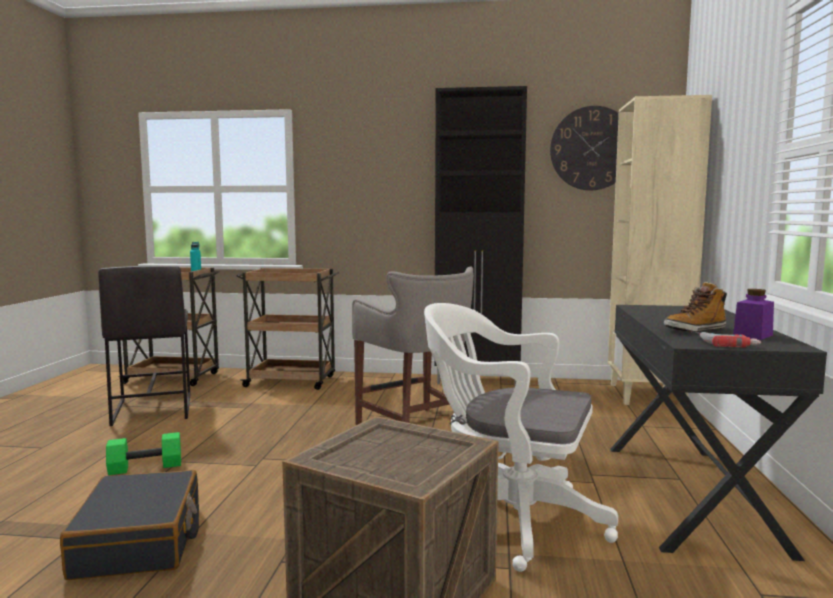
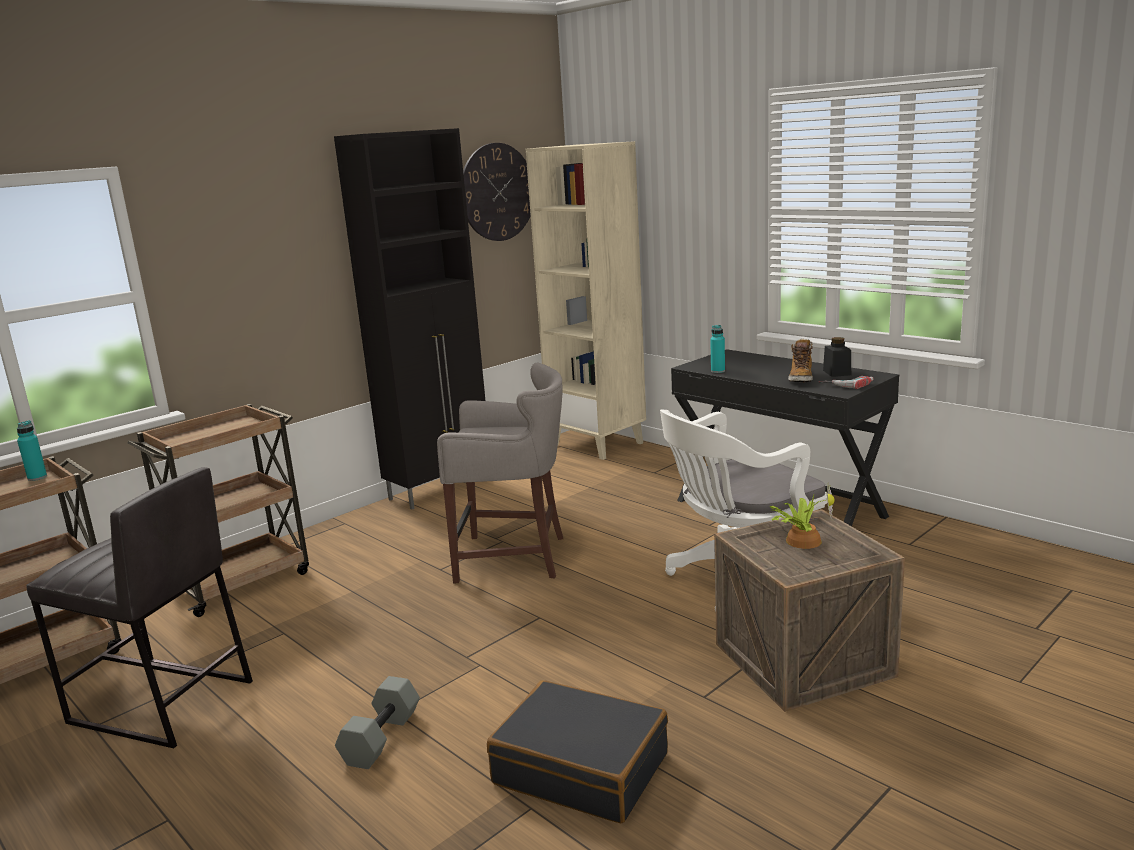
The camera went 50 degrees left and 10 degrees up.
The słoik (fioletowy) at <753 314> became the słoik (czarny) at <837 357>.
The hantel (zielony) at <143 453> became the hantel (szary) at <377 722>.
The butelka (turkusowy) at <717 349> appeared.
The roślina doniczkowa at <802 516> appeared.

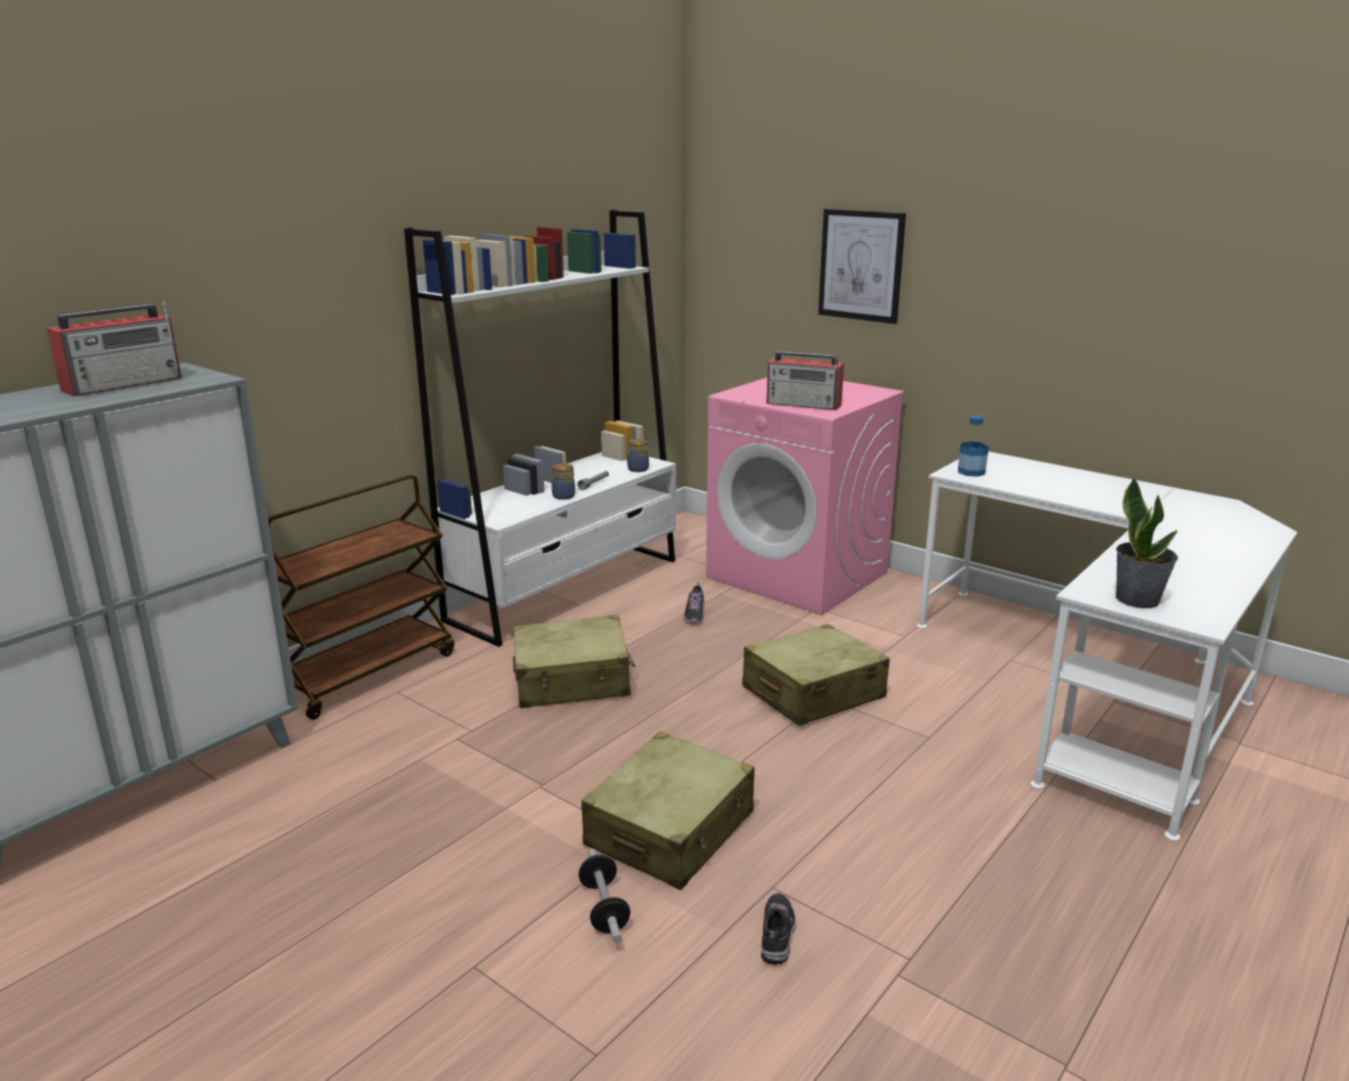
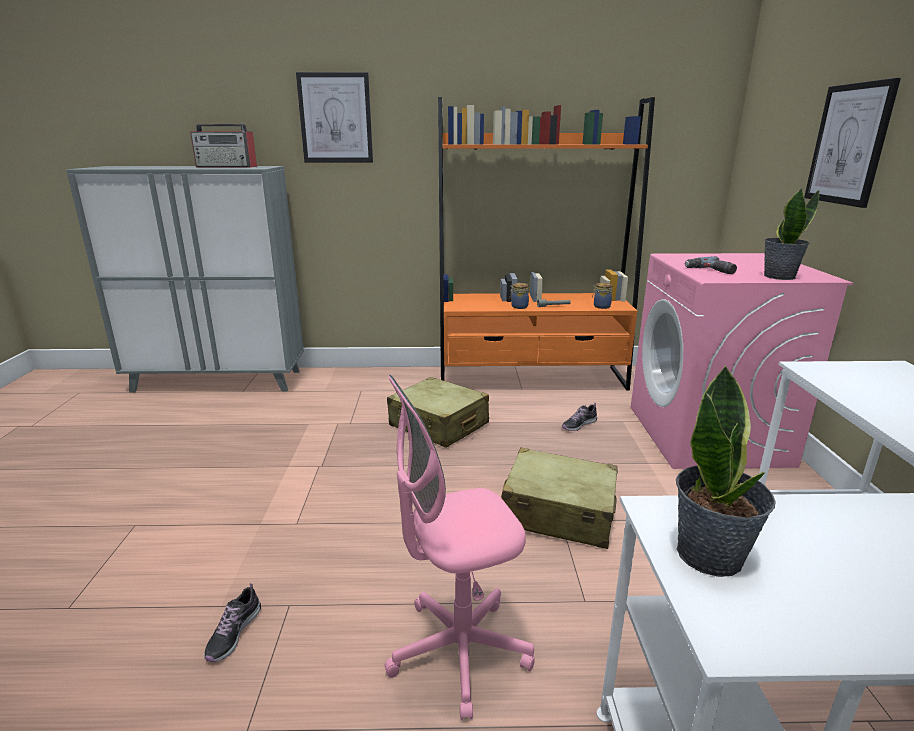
The camera went 50 degrees right and 0 degrees up.
The regał (biały) at <540 428> became the regał (pomarańczowy) at <546 244>.
The radio at <805 380> was replaced by the wiertarka at <711 265>.
The butelka at <973 446> disappeared.
The wózek (brązowy) at <361 597> disappeared.
The walizka (beżowy) at <668 811> disappeared.
The hantel at <604 895> disappeared.
The but at <778 929> turned 135 degrees clockwise.
The obraz at <334 117> appeared.
The roślina doniczkowa at <791 233> appeared.
The krzesło biurowe (różowy) at <460 547> appeared.

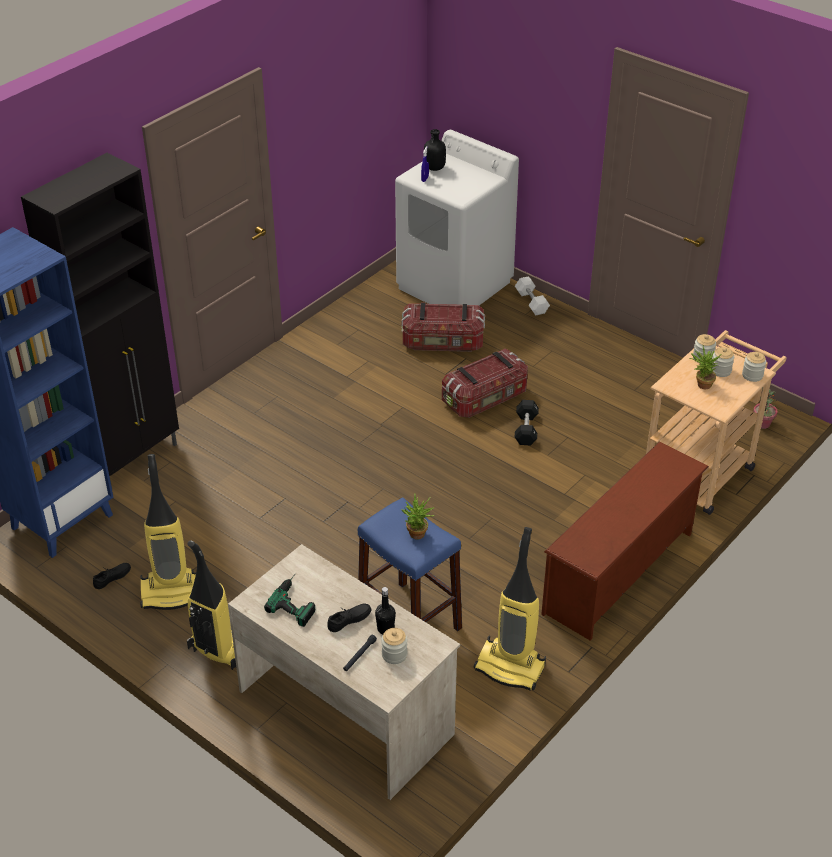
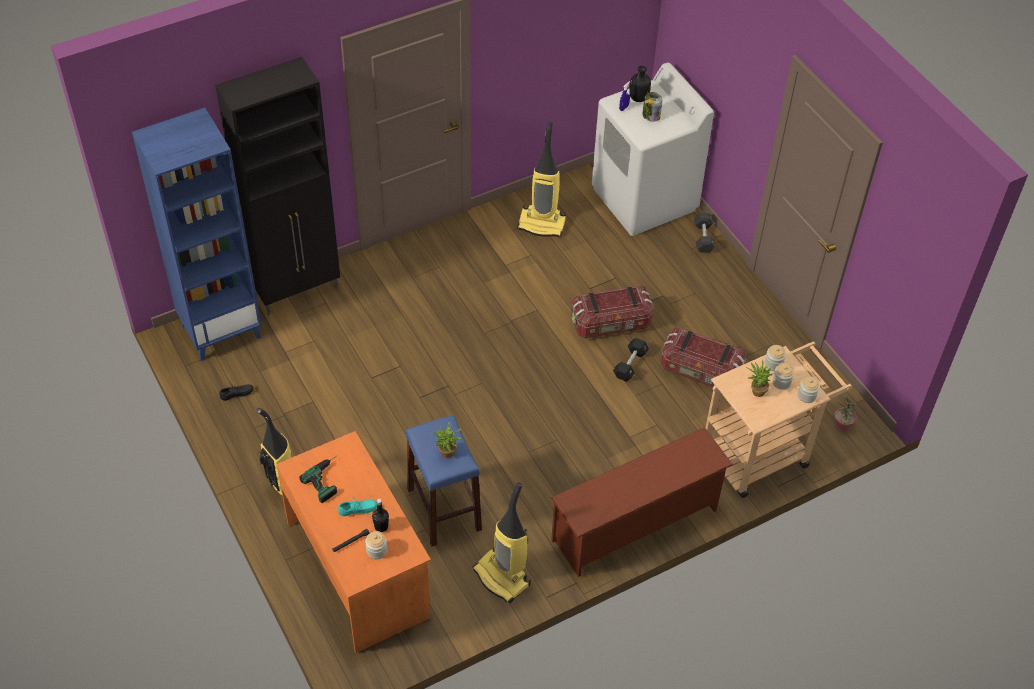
The camera went 20 degrees right and 10 degrees up.
The hantel (biały) at <532 295> became the hantel (czarny) at <704 233>.
The pojemnik do przechowywania moved from <443 327> to <703 357>.
The odkurzacz moved from <168 532> to <541 179>.
The biurko (beżowy) at <344 672> became the biurko (pomarańczowy) at <354 542>.
The but (czarny) at <349 618> became the but (turkusowy) at <357 507>.
The słoik at <652 107> appeared.

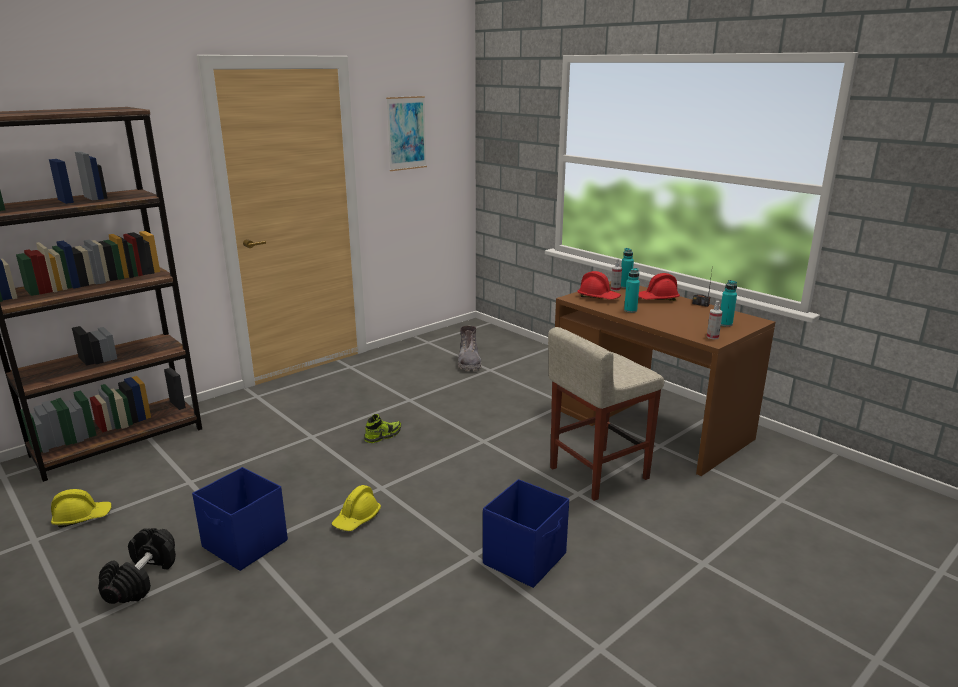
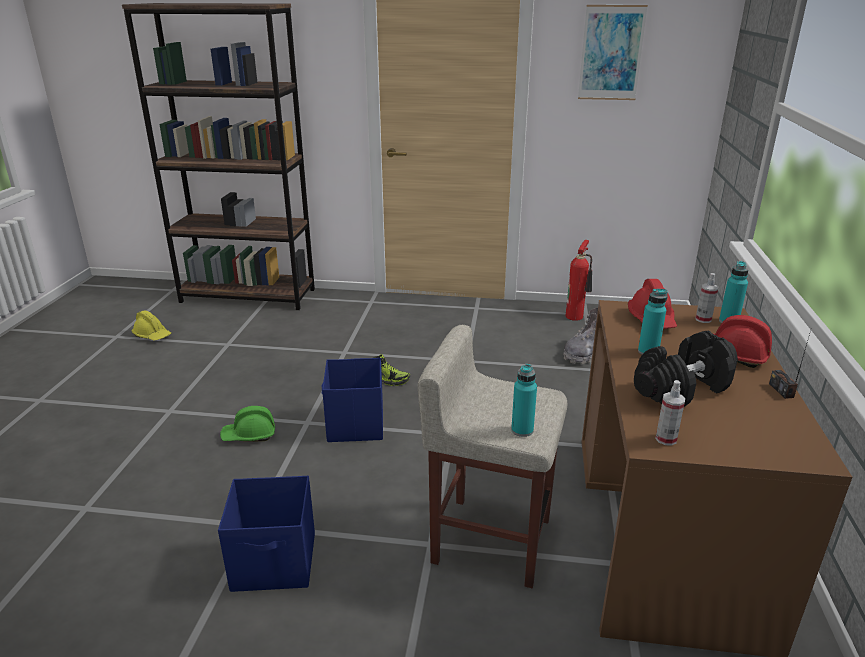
The camera went 50 degrees right and 5 degrees up.
The butelka (turkusowy) moved from <728 303> to <524 400>.
The pojemnik do przechowywania (niebieski) moved from <240 519> to <352 400>.
The kask (żółty) at <356 508> became the kask (zielony) at <247 423>.
The hantel (czarny) moved from <137 566> to <686 369>.
The gaśnica at <579 280> appeared.

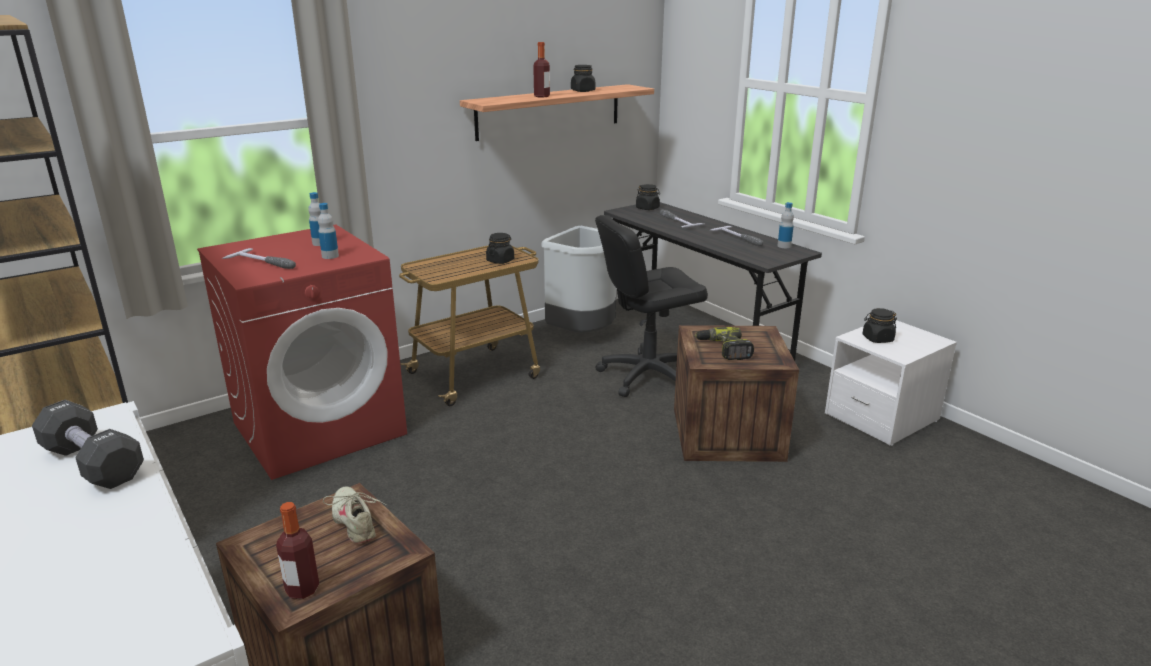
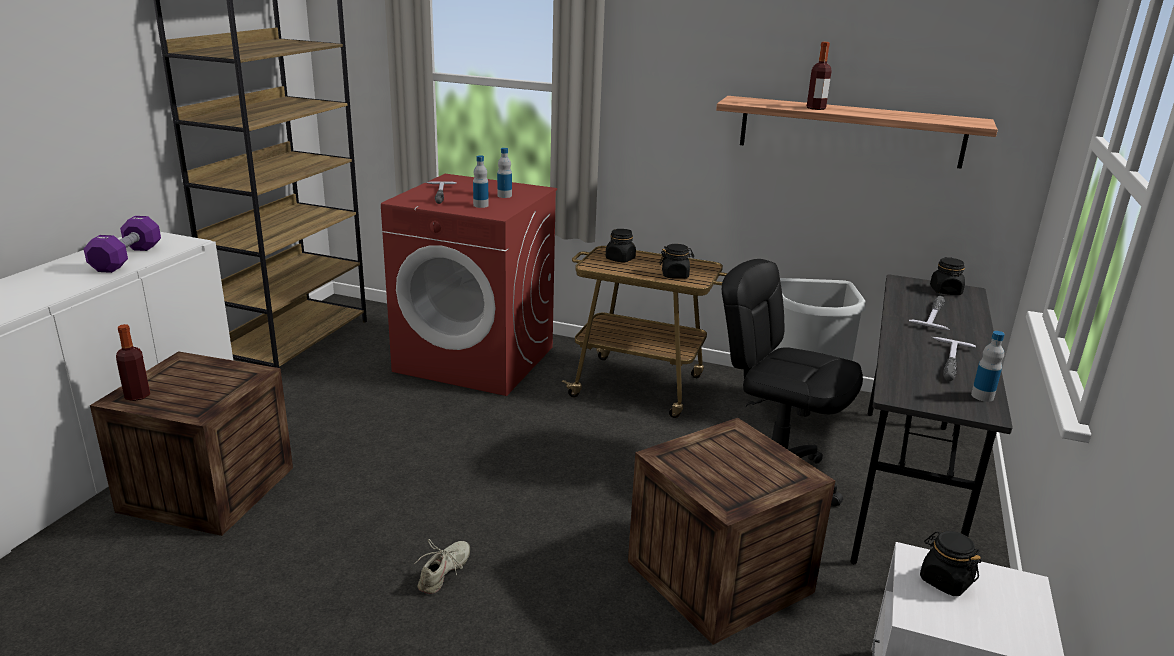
The camera went 55 degrees right and 0 degrees up.
The słoik (czarny) moved from <583 78> to <621 246>.
The wiertarka at <724 343> disappeared.
The hantel (czarny) at <88 444> became the hantel (fioletowy) at <122 244>.
The but (beżowy) moved from <354 514> to <442 566>.

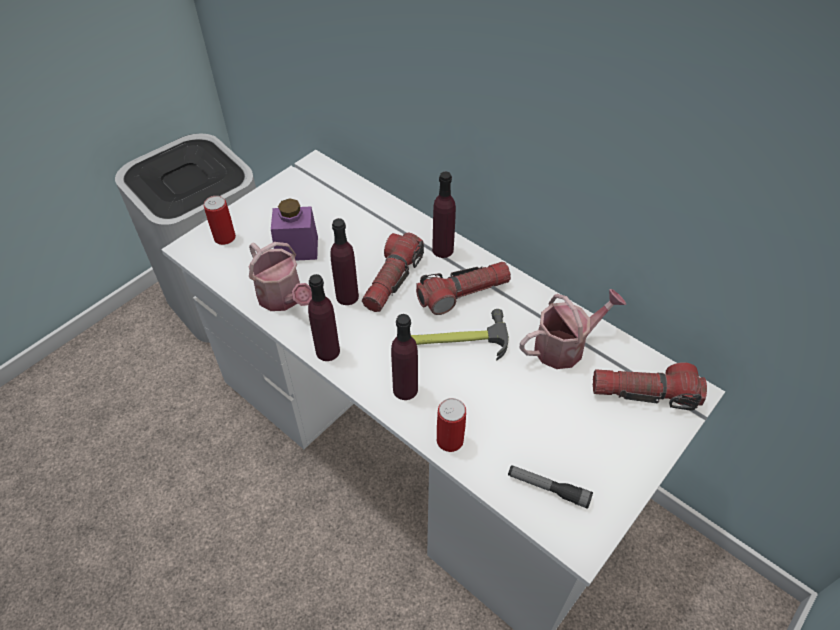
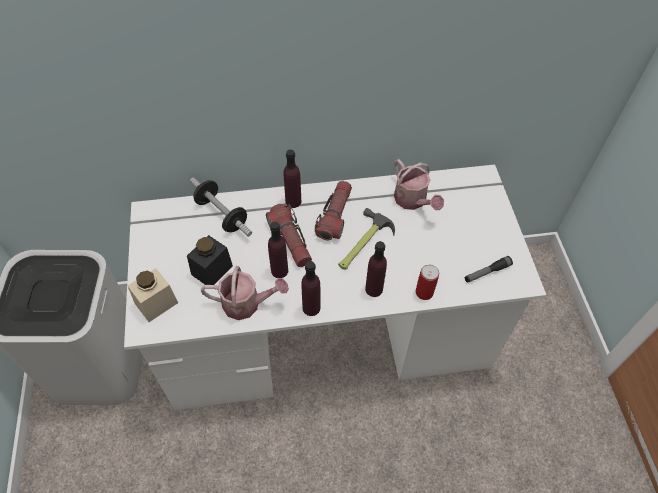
The camera went 50 degrees left and 5 degrees up.
The puszka at <220 220> was replaced by the słoik (beżowy) at <153 295>.
The słoik (fioletowy) at <294 229> became the słoik (czarny) at <210 260>.
The konewka at <573 329> turned 135 degrees clockwise.
The latarka at <650 386> disappeared.
The hantel at <221 207> appeared.

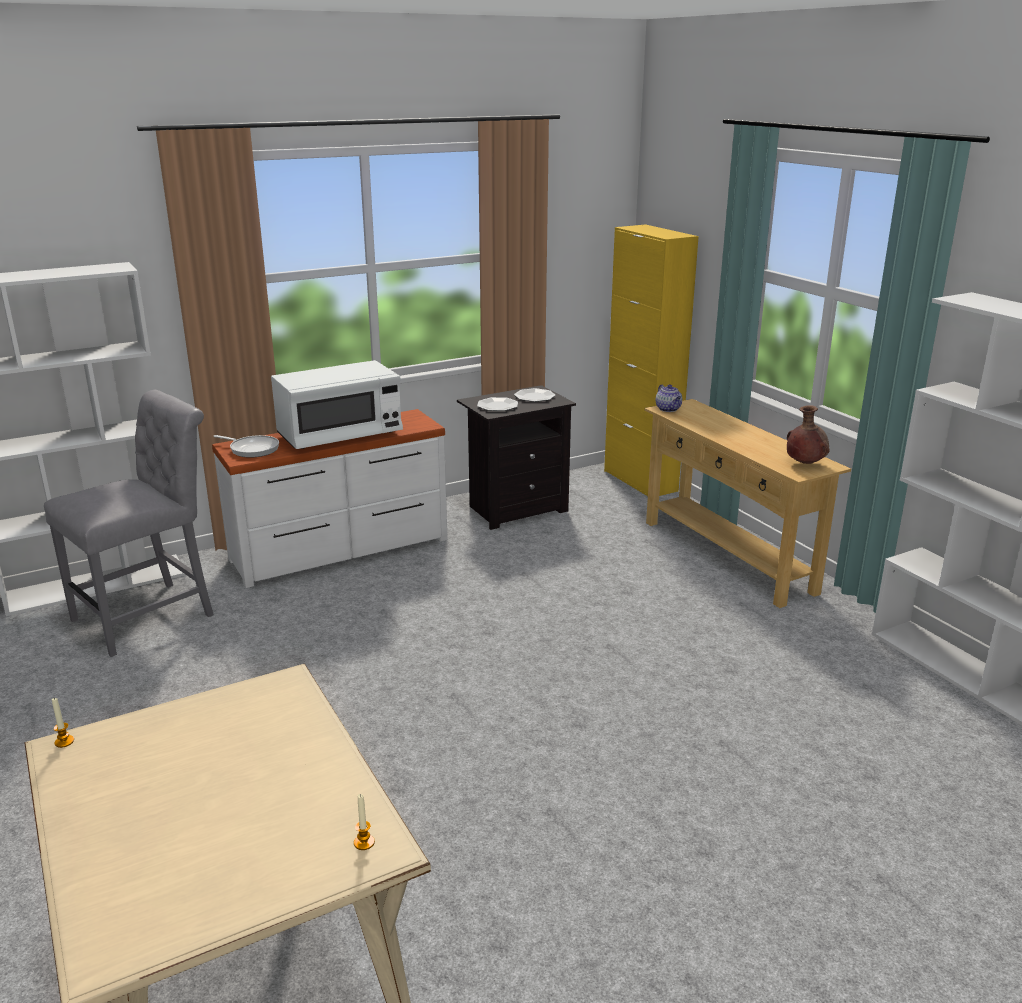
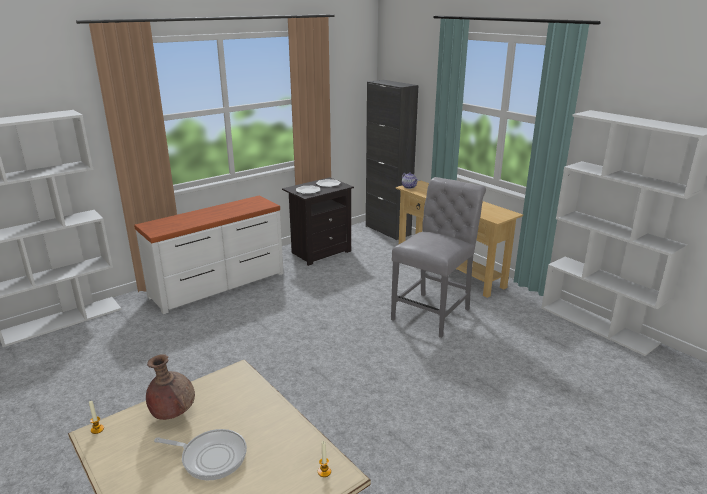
The camera went 10 degrees left and 0 degrees up.
The szafka (żółty) at <651 360> became the szafka (czarny) at <392 160>.
The mikrofalówka (biały) at <337 404> disappeared.
The krzesło (szary) moved from <129 523> to <438 257>.
The wazon (brązowy) moved from <808 434> to <170 387>.
The patelnia moved from <246 446> to <200 455>.

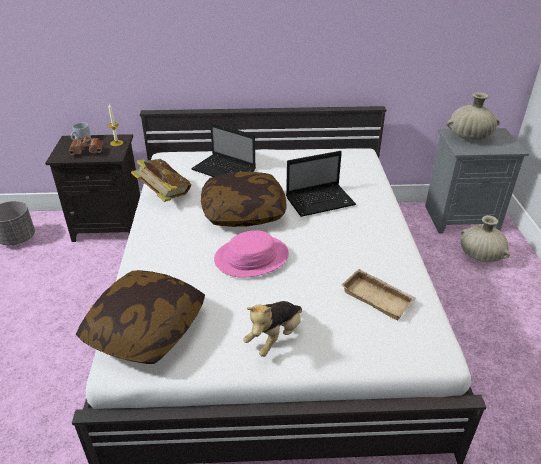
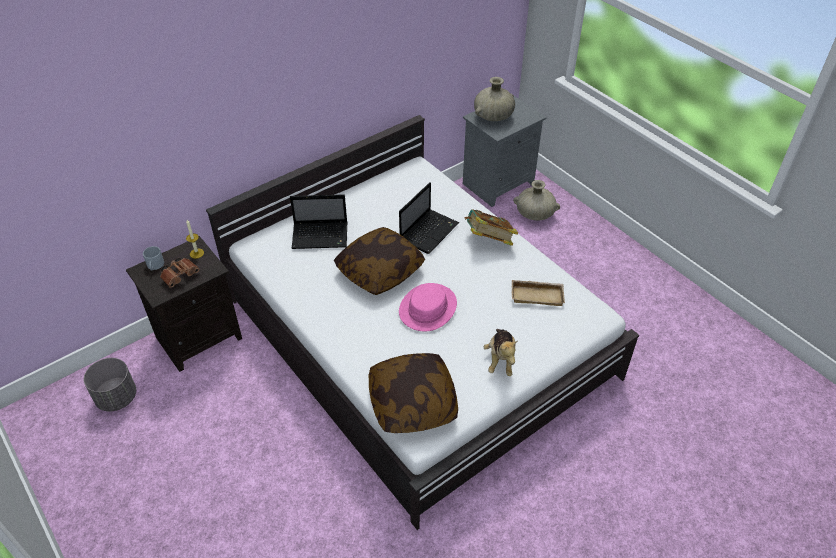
The camera went 35 degrees left and 10 degrees up.
The książka moved from <161 180> to <491 227>.

